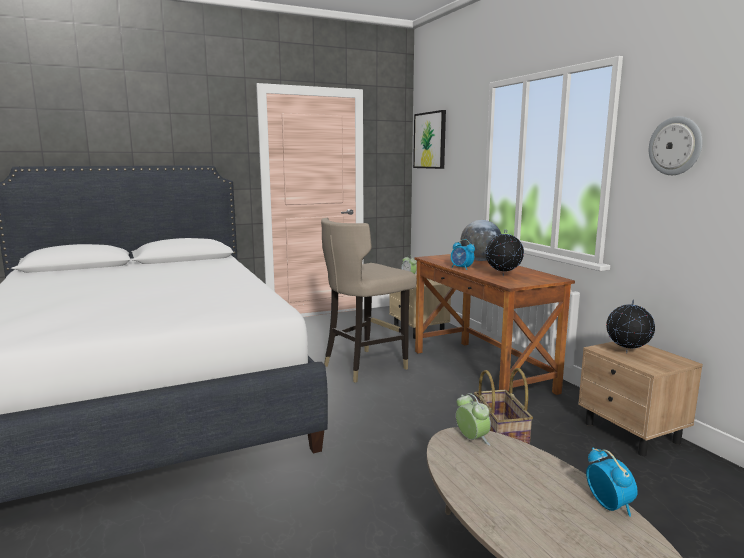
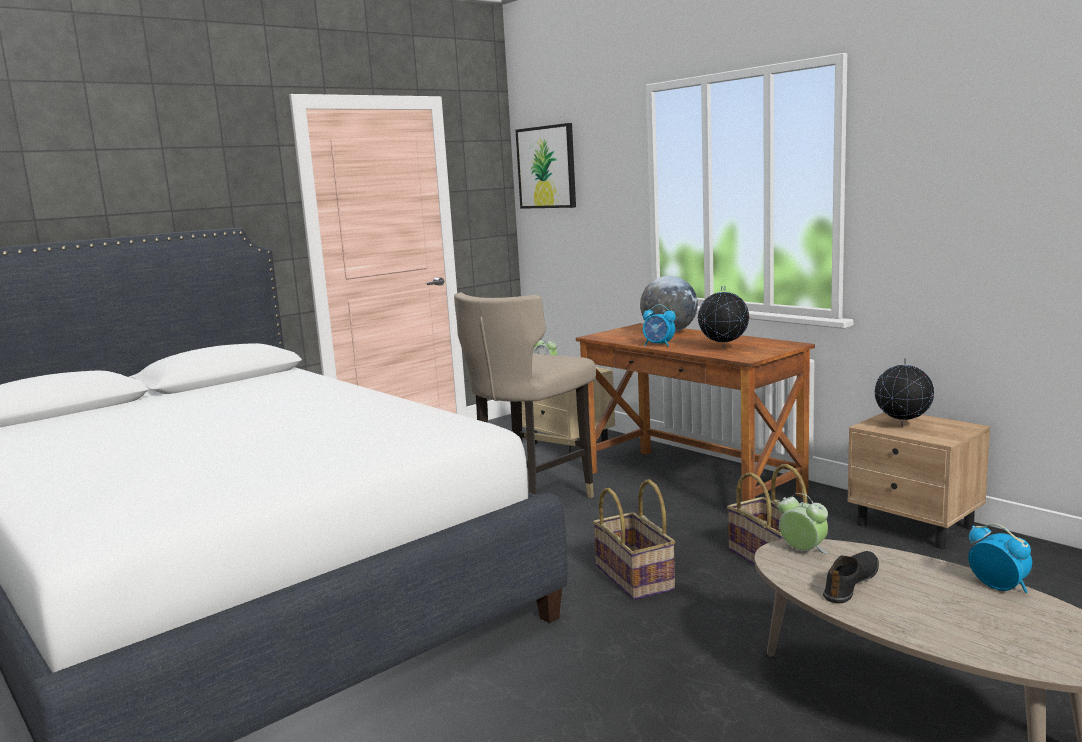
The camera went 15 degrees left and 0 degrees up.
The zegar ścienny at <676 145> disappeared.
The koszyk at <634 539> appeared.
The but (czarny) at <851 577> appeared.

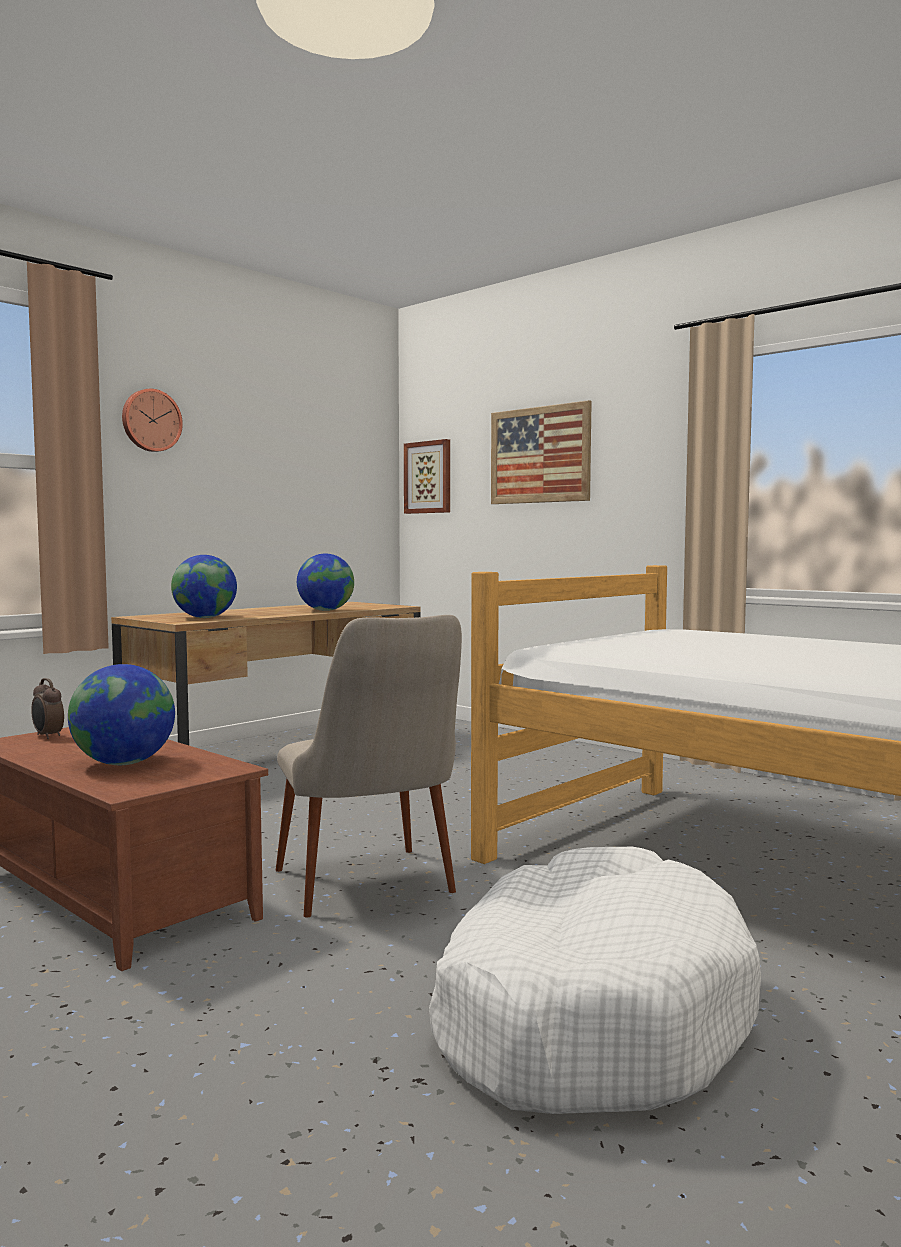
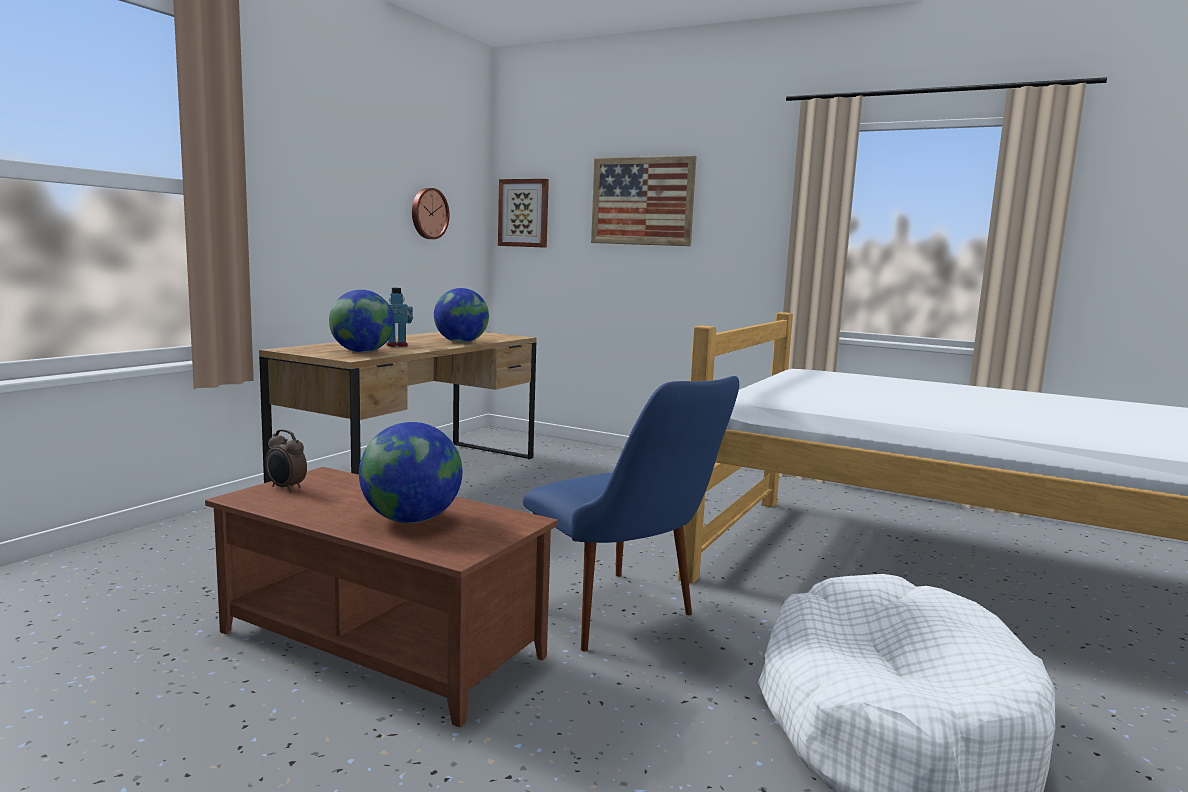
The camera went 15 degrees left and 5 degrees up.
The zegar ścienny moved from <152 420> to <431 213>.
The krzesło (beżowy) at <369 766> became the krzesło (niebieski) at <631 514>.
The robot zabawkowy at <399 317> appeared.

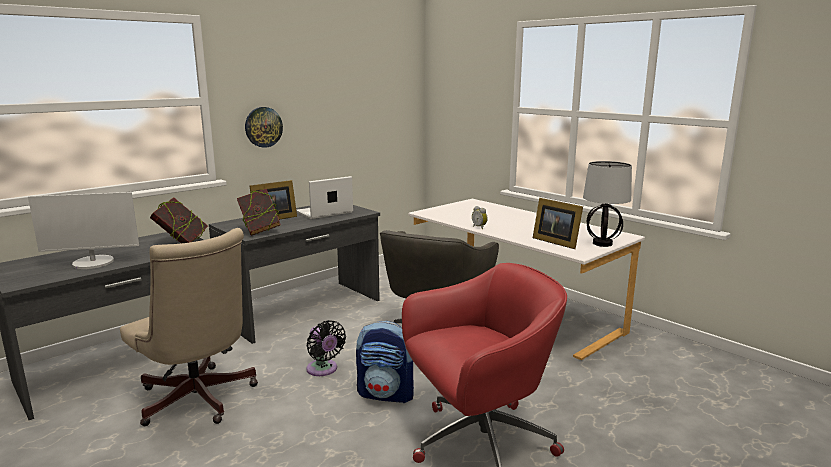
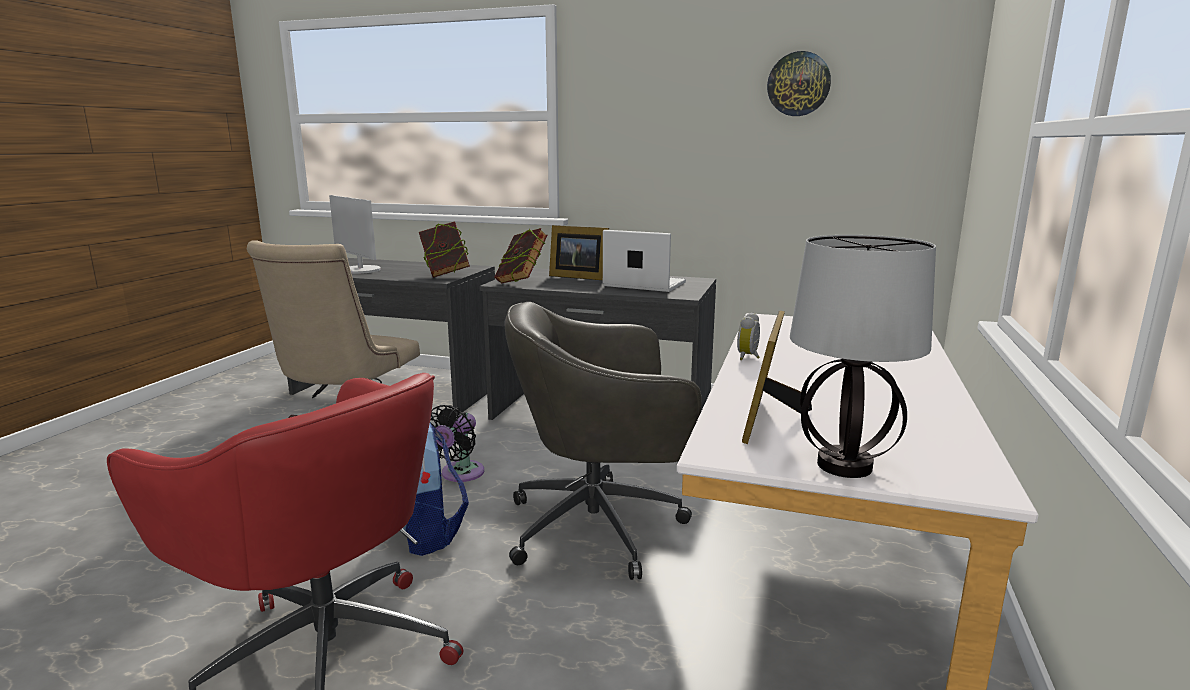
The camera went 60 degrees right and 0 degrees up.
The zegar ścienny moved from <264 127> to <799 83>.

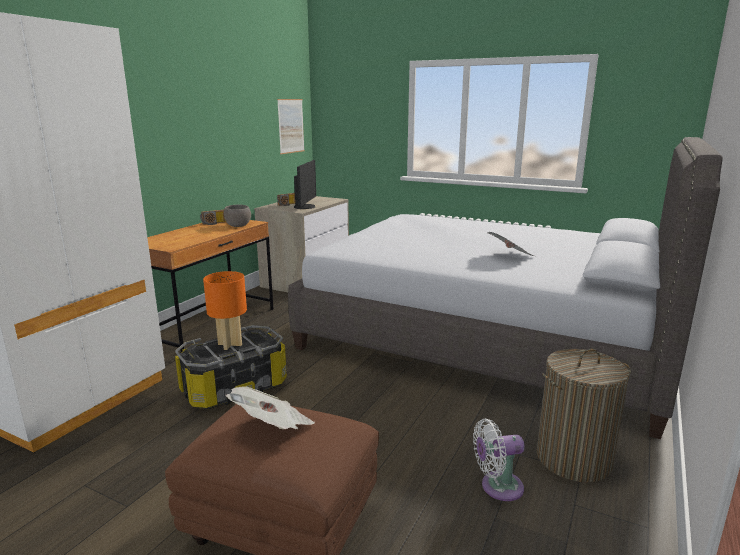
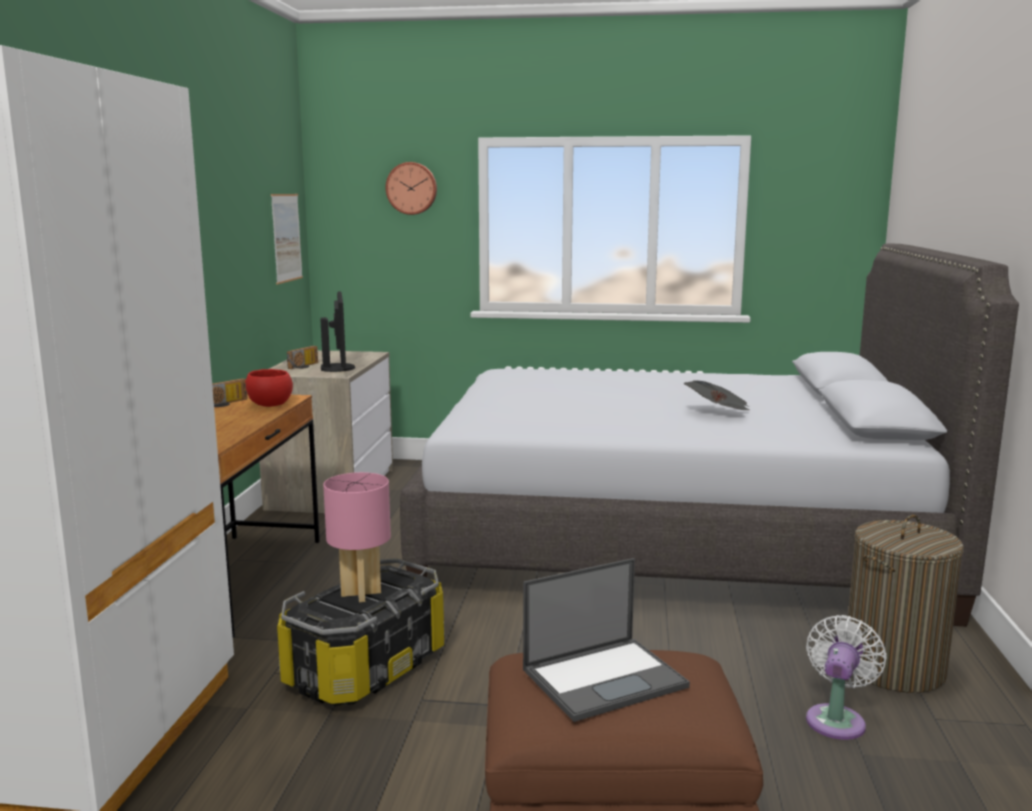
The camera went 20 degrees left and 5 degrees down.
The miska (szary) at <237 215> became the miska (czerwony) at <269 388>.
The lampa stołowa (pomarańczowy) at <225 310> became the lampa stołowa (różowy) at <357 537>.
The gazeta at <270 408> was replaced by the laptop at <606 640>.
The wentylator (biały) at <499 460> turned 150 degrees clockwise.
The zegar ścienny at <411 188> appeared.

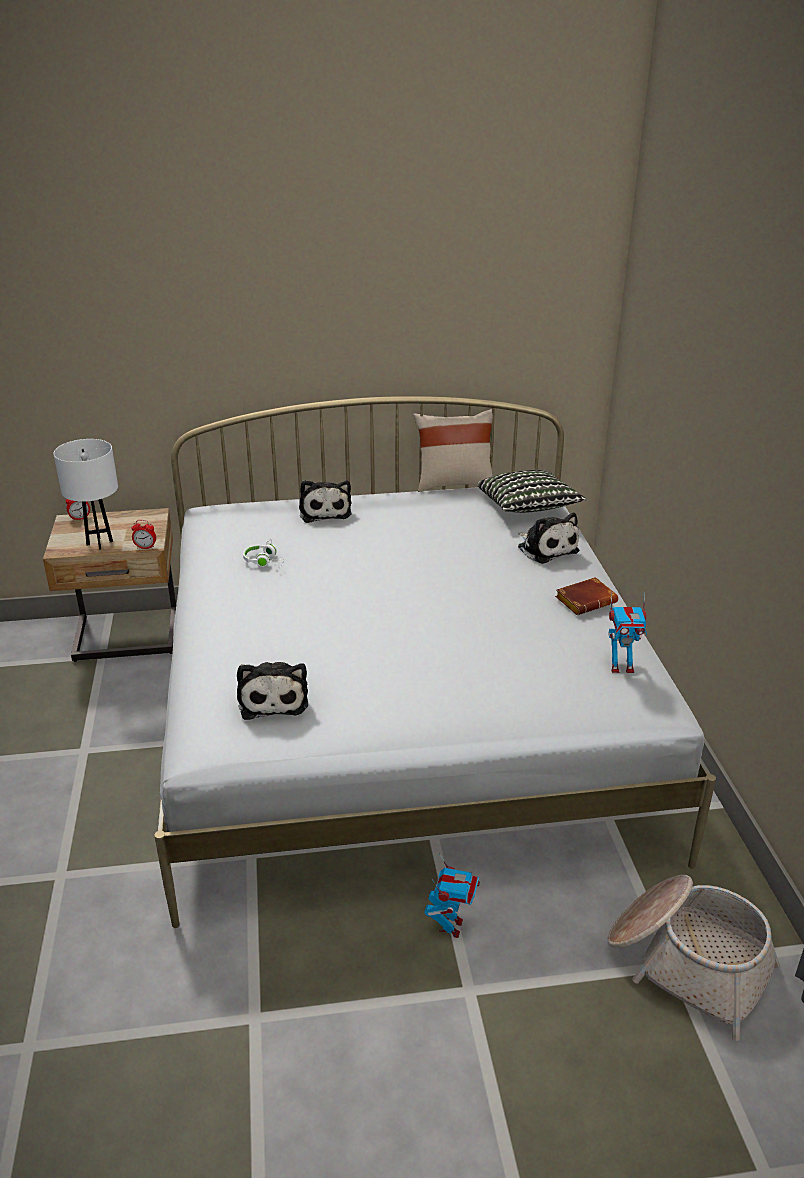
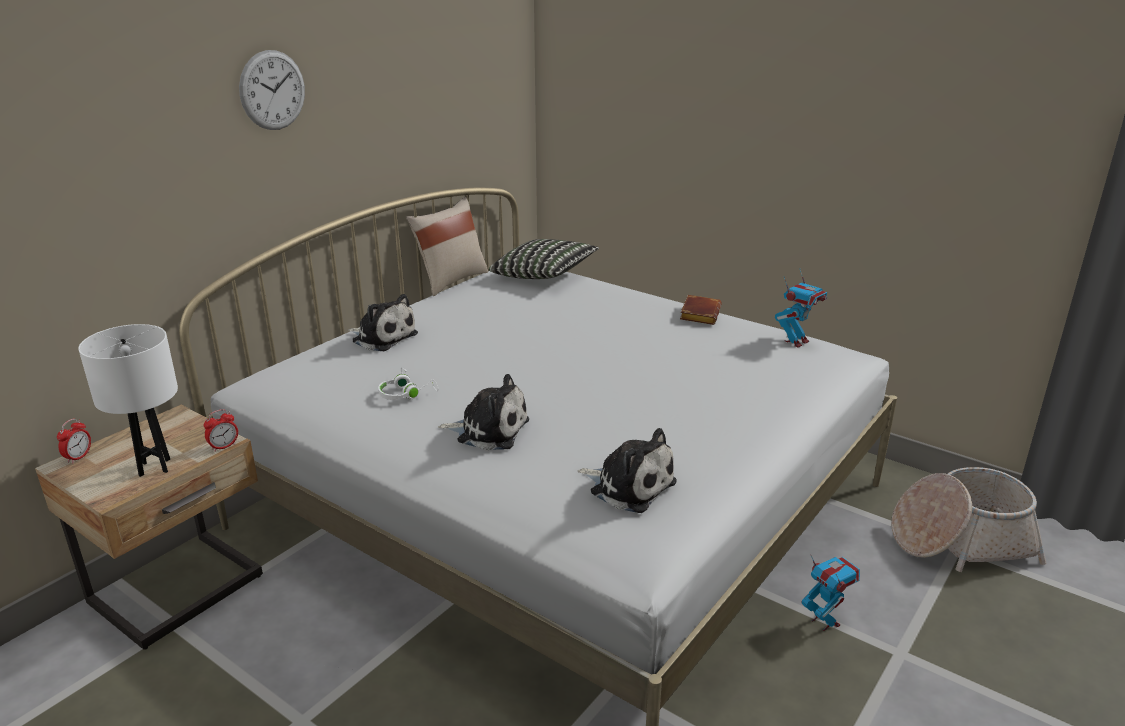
The camera went 45 degrees left and 5 degrees down.
The pluszak moved from <548 538> to <483 412>.
The zegar ścienny at <272 90> appeared.

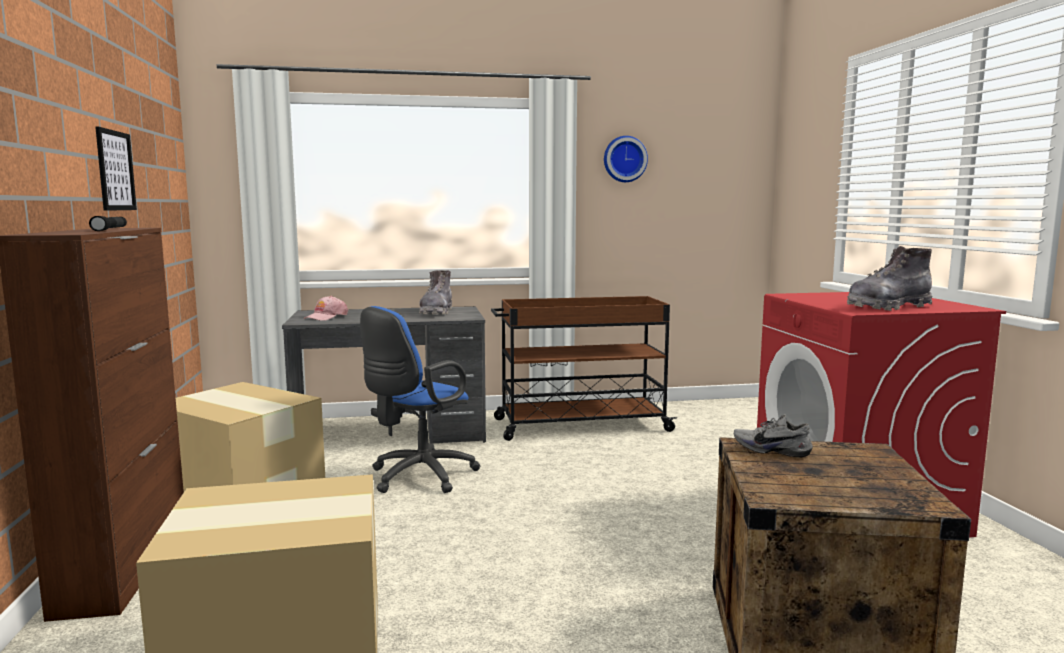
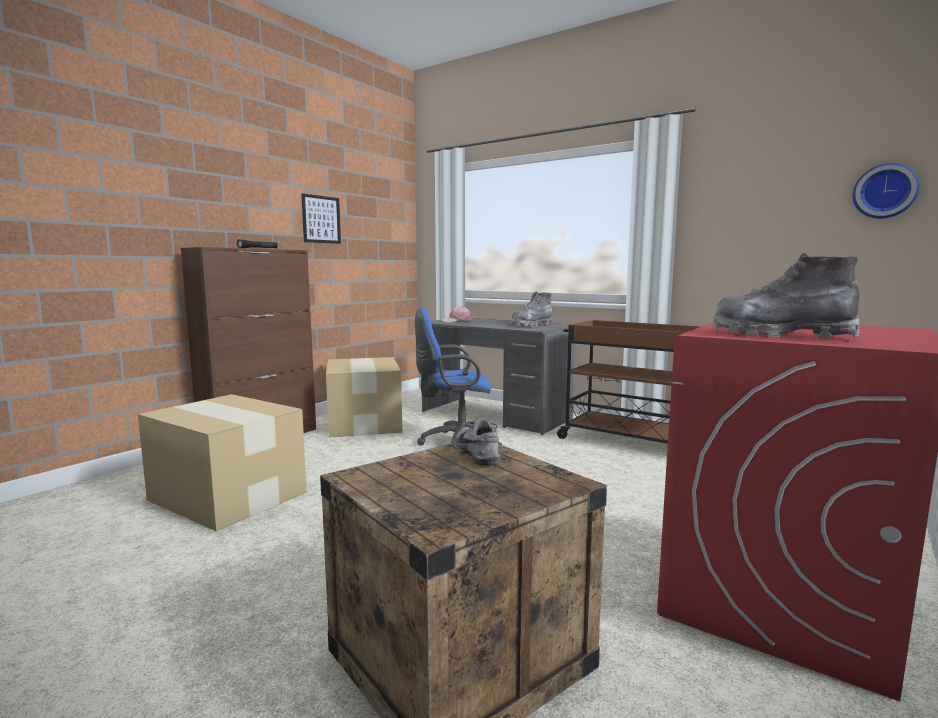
The camera went 45 degrees right and 0 degrees up.
The zegar ścienny moved from <626 159> to <886 191>.

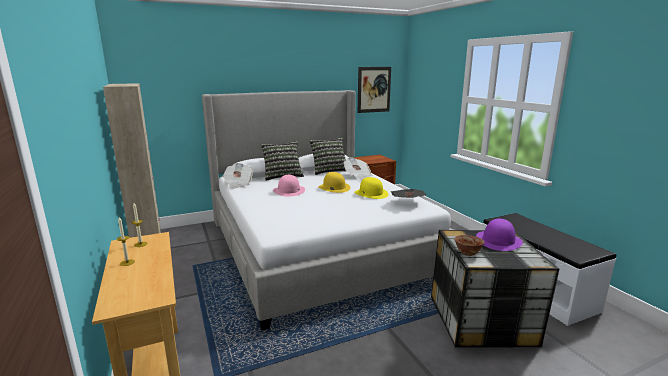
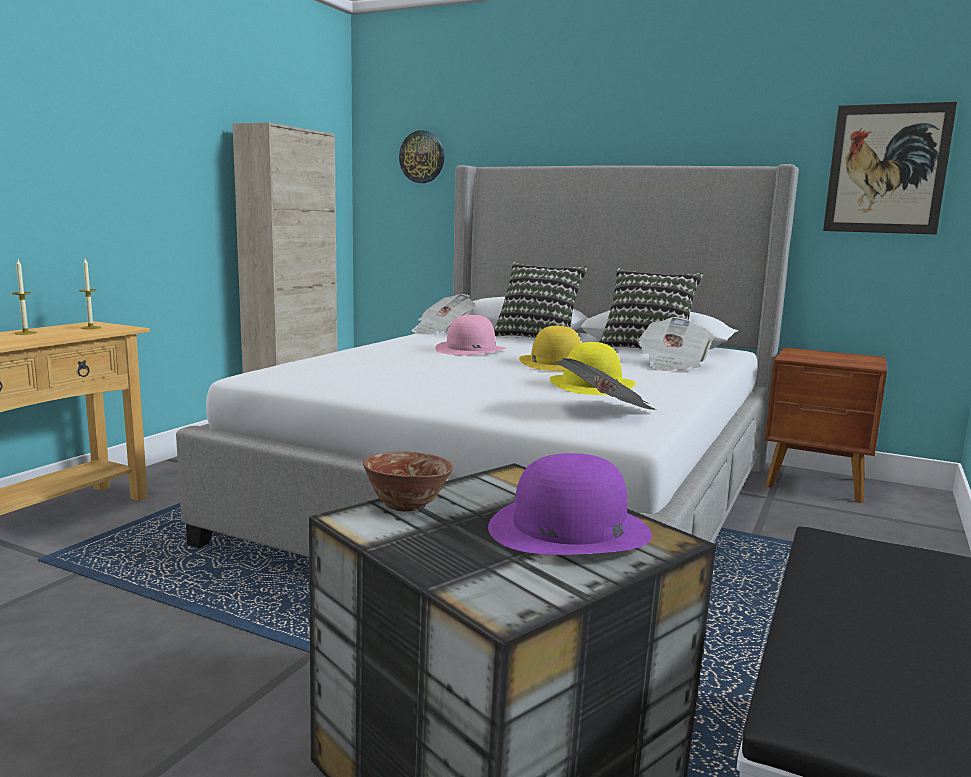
The camera went 50 degrees right and 5 degrees down.
The zegar ścienny at <421 156> appeared.

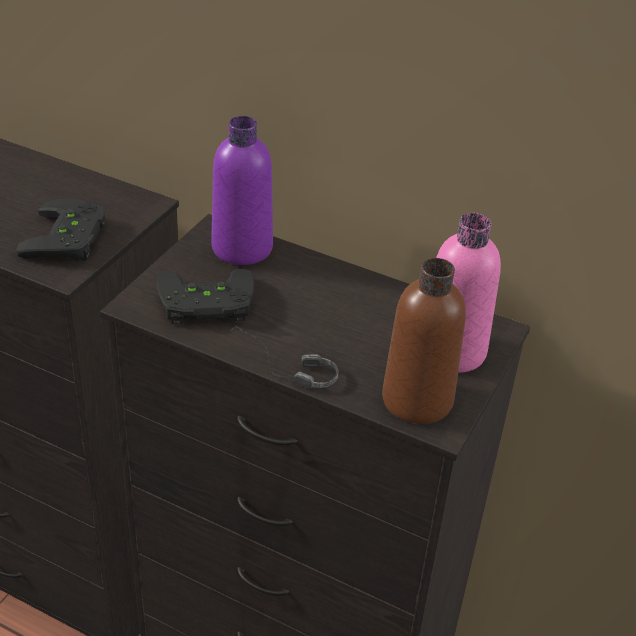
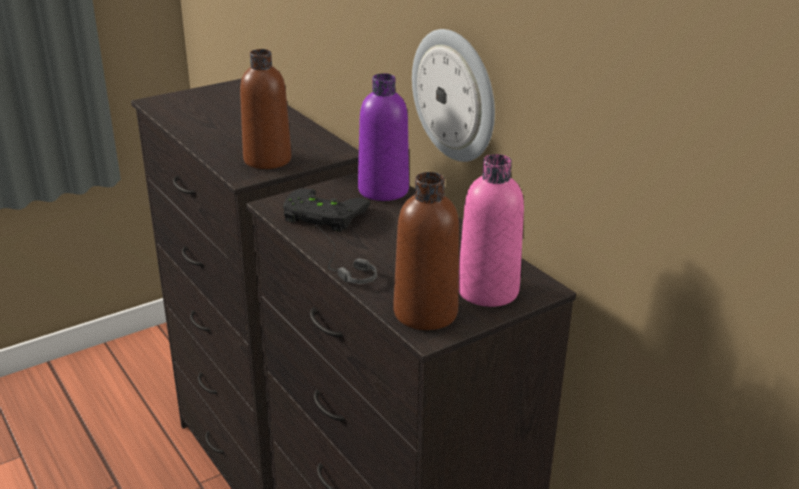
The camera went 30 degrees right and 10 degrees down.
The pad do gier (czarny) at <60 230> was replaced by the butelka (brązowy) at <265 109>.
The zegar ścienny at <453 95> appeared.

